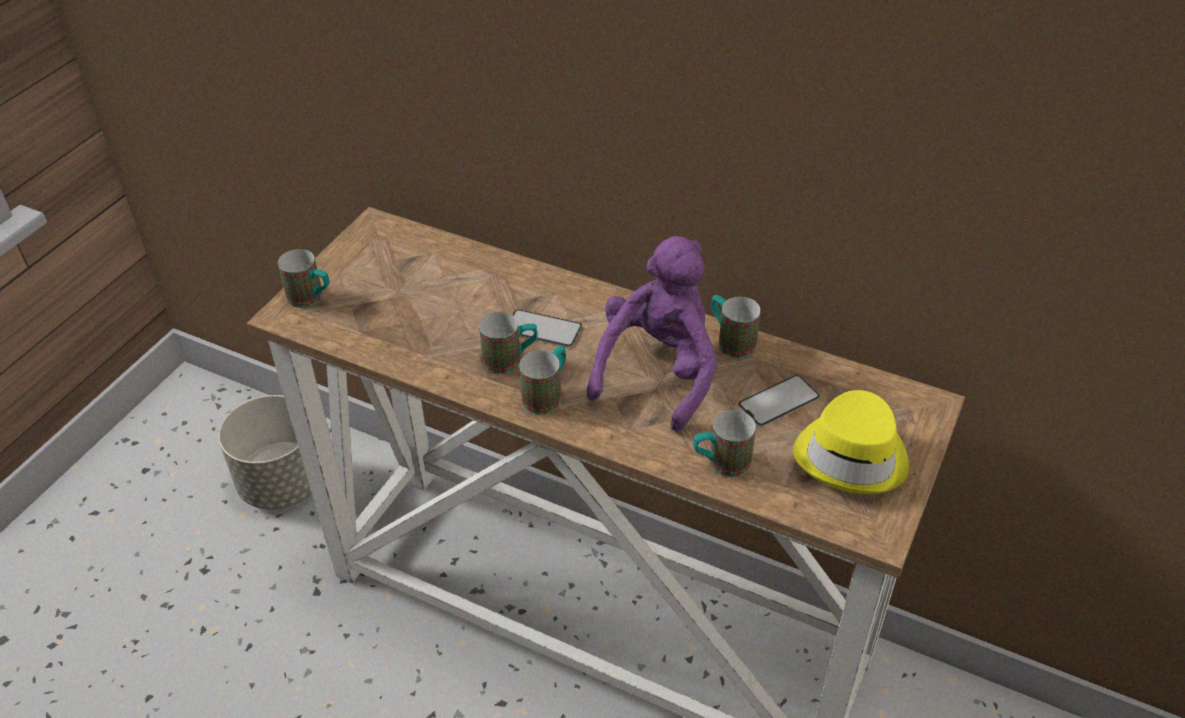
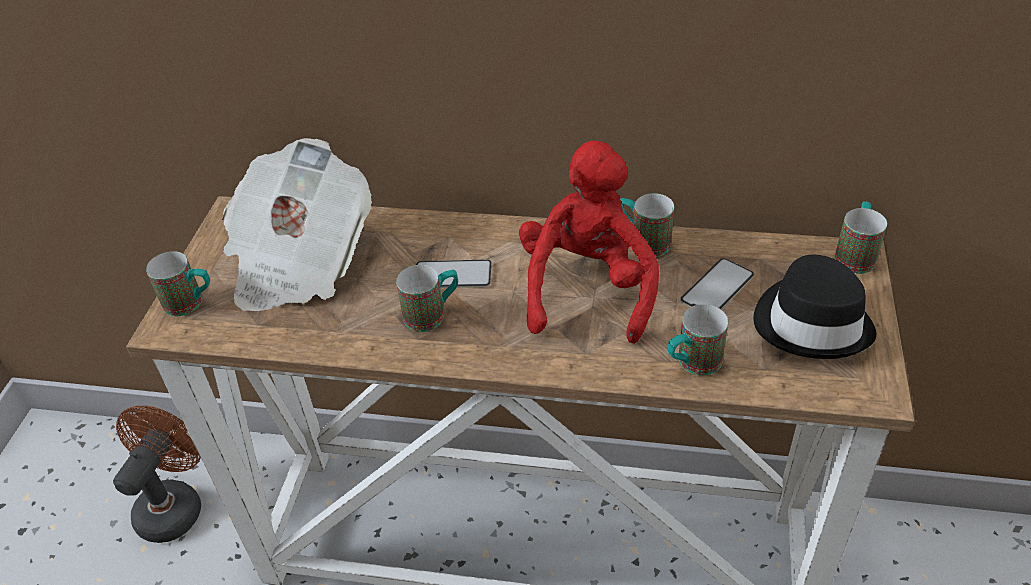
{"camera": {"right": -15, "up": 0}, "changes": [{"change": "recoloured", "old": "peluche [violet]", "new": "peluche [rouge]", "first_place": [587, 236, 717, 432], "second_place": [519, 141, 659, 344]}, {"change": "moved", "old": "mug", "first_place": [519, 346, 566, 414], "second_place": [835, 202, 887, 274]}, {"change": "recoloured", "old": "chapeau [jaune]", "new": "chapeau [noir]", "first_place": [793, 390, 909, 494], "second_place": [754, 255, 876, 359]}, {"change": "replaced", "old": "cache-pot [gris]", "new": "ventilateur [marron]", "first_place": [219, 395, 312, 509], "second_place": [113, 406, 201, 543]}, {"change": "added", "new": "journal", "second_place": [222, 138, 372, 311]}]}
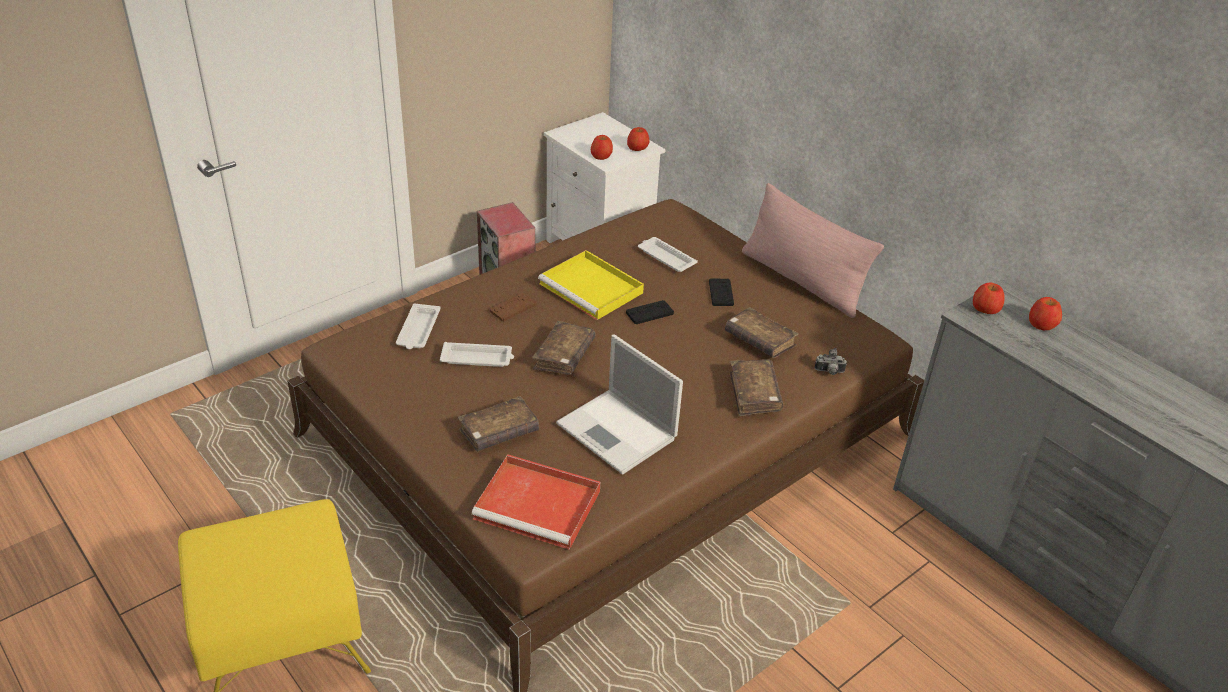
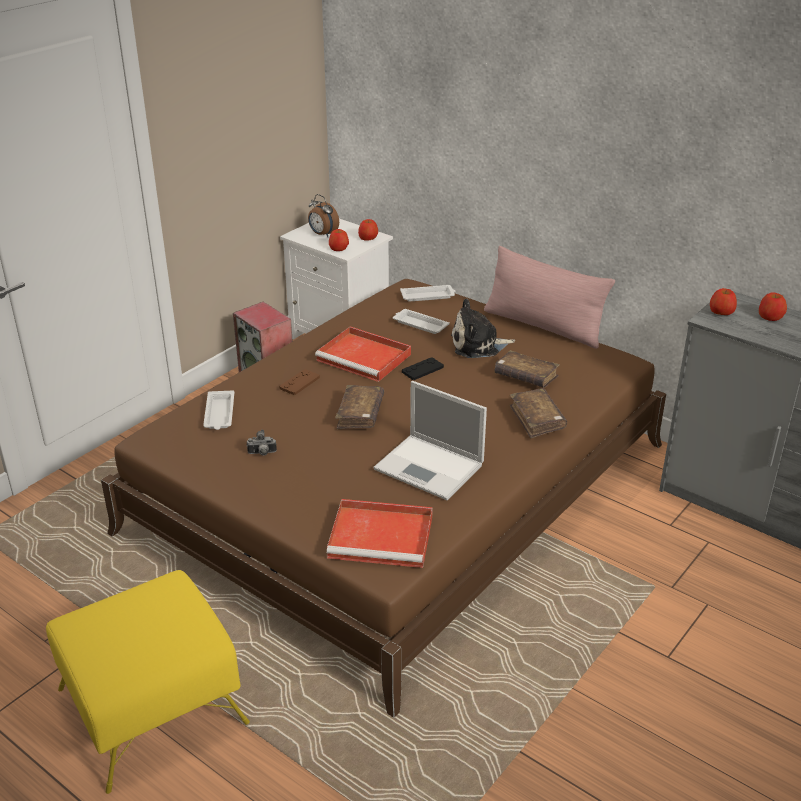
{"camera": {"right": -10, "up": -5}, "changes": [{"change": "recoloured", "old": "plateau [jaune]", "new": "plateau [rouge]", "first_place": [538, 250, 644, 320], "second_place": [315, 326, 411, 382]}, {"change": "replaced", "old": "manette [noir]", "new": "peluche", "first_place": [709, 278, 734, 306], "second_place": [451, 299, 516, 358]}, {"change": "moved", "old": "plateau [blanc]", "first_place": [440, 342, 514, 367], "second_place": [400, 285, 455, 302]}, {"change": "moved", "old": "appareil photo", "first_place": [815, 348, 847, 375], "second_place": [247, 430, 277, 456]}, {"change": "removed", "old": "livre [marron]", "first_place": [458, 396, 539, 451]}, {"change": "added", "new": "réveil", "second_place": [308, 194, 339, 237]}]}
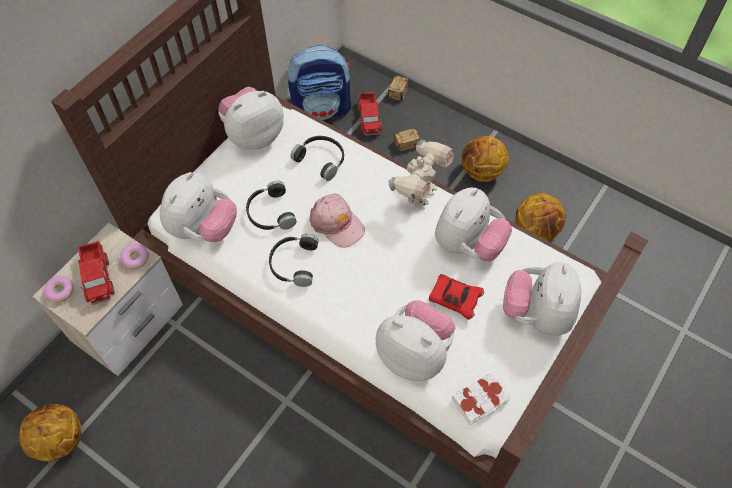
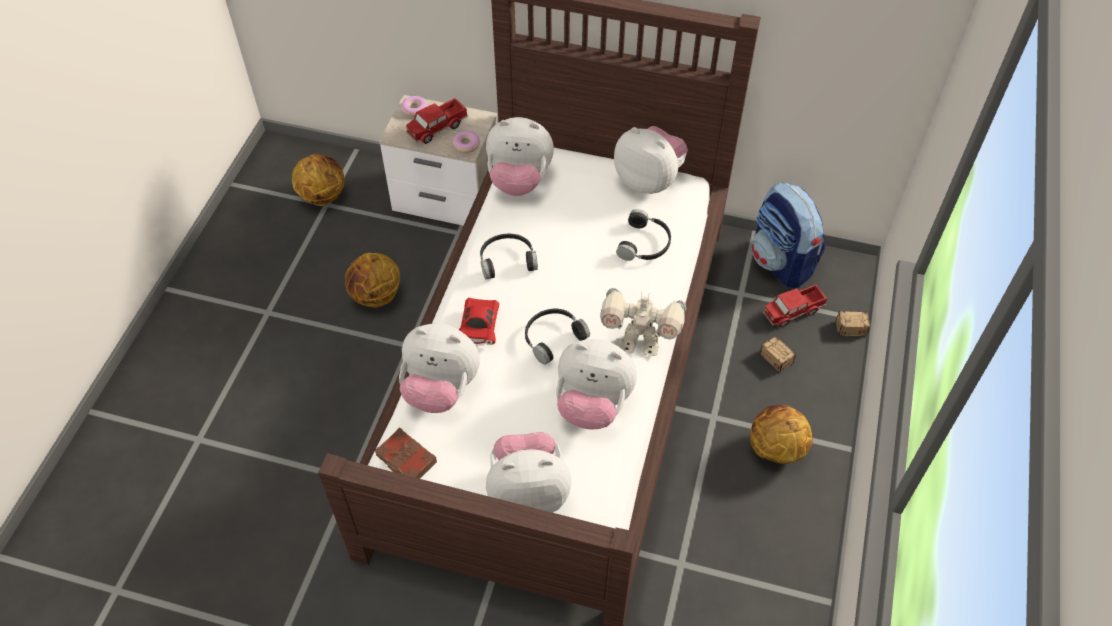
{"camera": {"right": 70, "up": -5}, "changes": [{"change": "moved", "old": "casque audio [noir]", "first_place": [246, 181, 297, 230], "second_place": [525, 309, 590, 365]}, {"change": "moved", "old": "ballon de basket", "first_place": [516, 193, 566, 241], "second_place": [345, 253, 400, 308]}, {"change": "removed", "old": "casquette [rose]", "first_place": [309, 194, 365, 248]}, {"change": "moved", "old": "petite voiture [rouge]", "first_place": [429, 274, 484, 320], "second_place": [459, 298, 499, 345]}, {"change": "turned", "old": "peluche", "first_place": [376, 300, 455, 381], "second_place": [399, 323, 480, 413], "degrees": 90}, {"change": "recoloured", "old": "livre [blanc]", "new": "livre [marron]", "first_place": [452, 372, 510, 425], "second_place": [375, 427, 437, 479]}]}
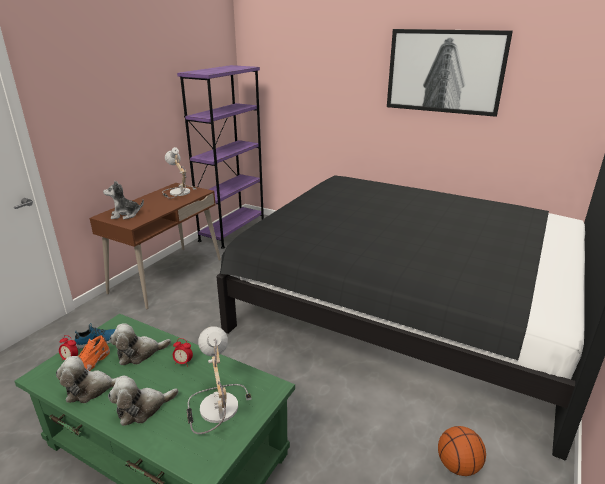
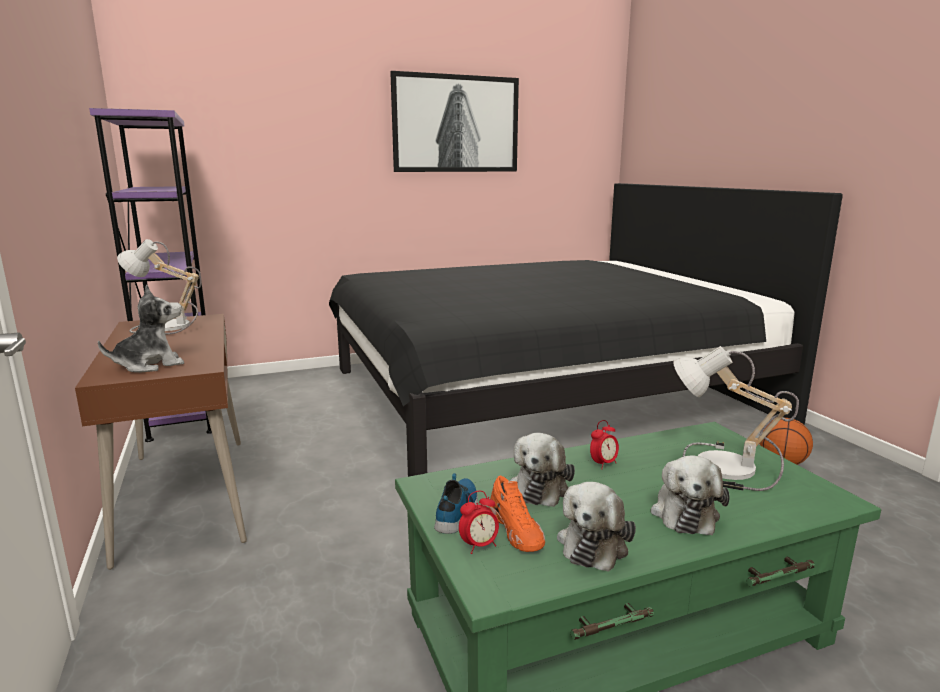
{"camera": {"right": -50, "up": -10}, "changes": [{"change": "turned", "old": "peluche", "first_place": [103, 181, 144, 219], "second_place": [98, 285, 184, 373], "degrees": -150}]}
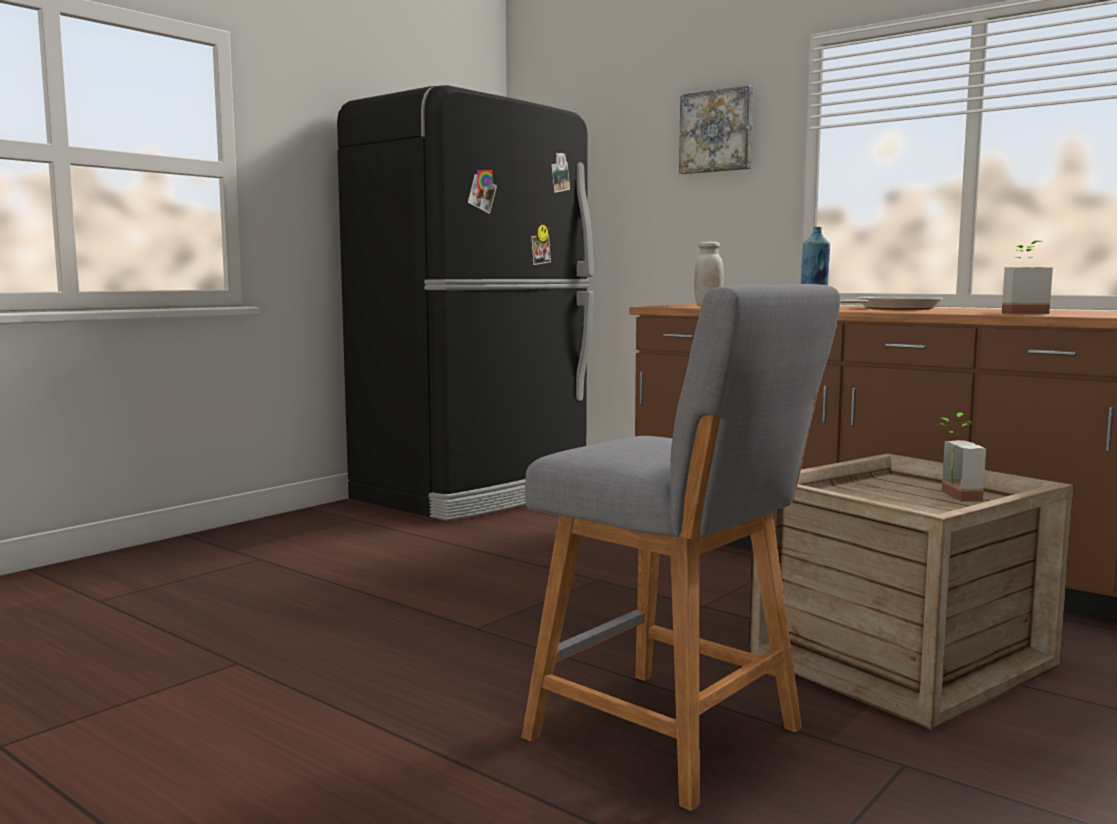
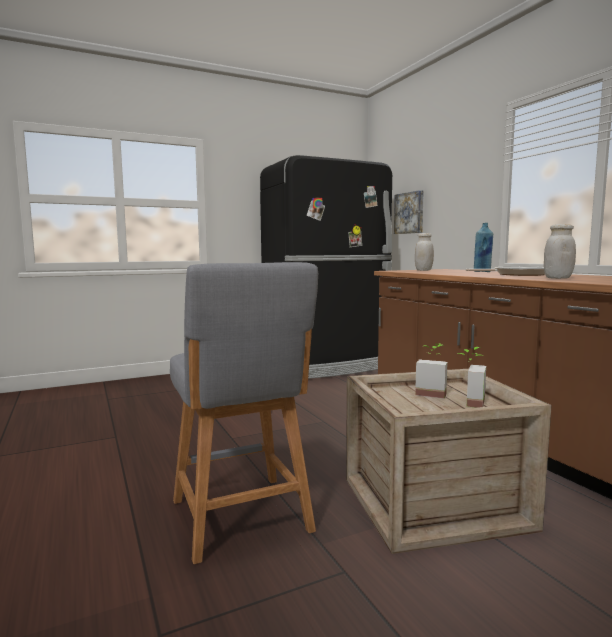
{"camera": {"right": 25, "up": 0}, "changes": [{"change": "moved", "old": "tableau", "first_place": [679, 85, 753, 174], "second_place": [394, 190, 424, 234]}, {"change": "moved", "old": "plante en pot", "first_place": [1002, 241, 1053, 314], "second_place": [415, 343, 448, 398]}, {"change": "added", "new": "bocal [blanc]", "second_place": [544, 224, 576, 279]}]}
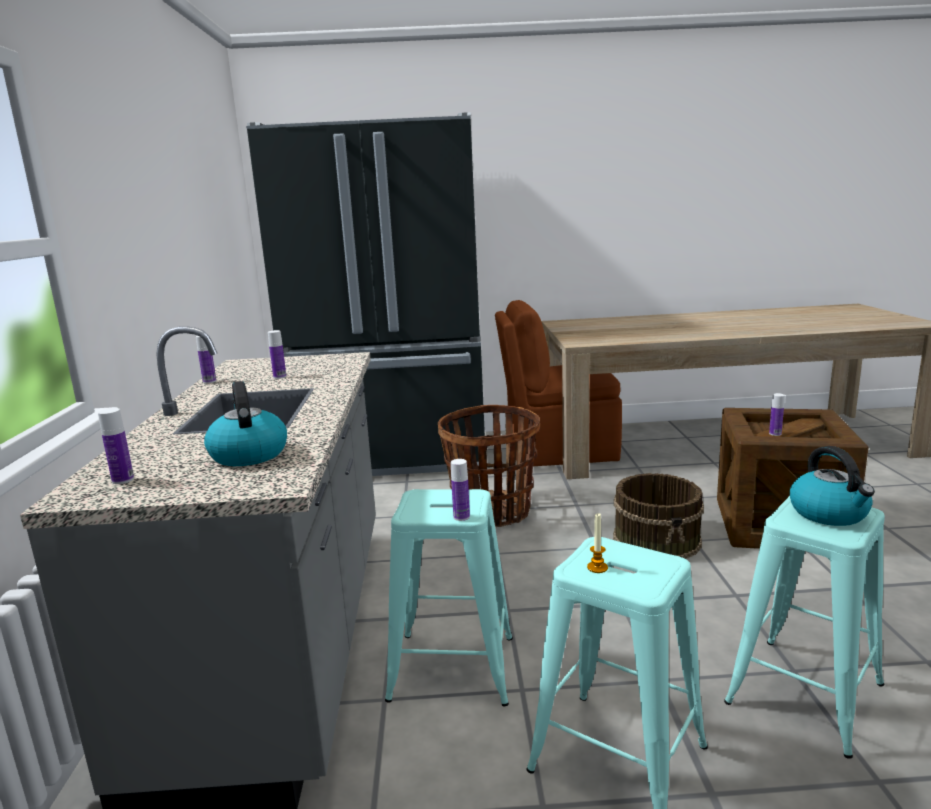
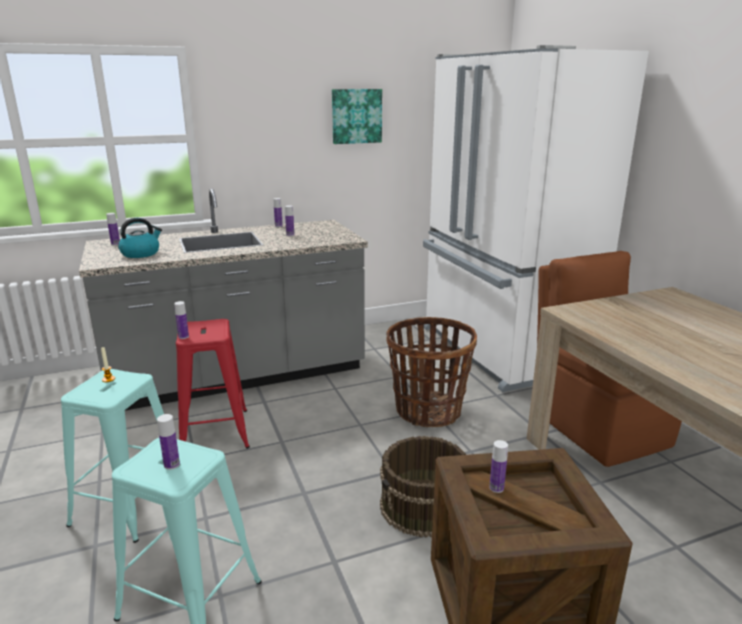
{"camera": {"right": 70, "up": 5}, "changes": [{"change": "recoloured", "old": "réfrigérateur [noir]", "new": "réfrigérateur [blanc]", "first_place": [246, 112, 485, 476], "second_place": [423, 45, 649, 392]}, {"change": "replaced", "old": "bouilloire", "new": "bouteille", "first_place": [790, 446, 875, 526], "second_place": [157, 414, 180, 470]}, {"change": "recoloured", "old": "tabouret [turquoise]", "new": "tabouret [rouge]", "first_place": [385, 489, 513, 706], "second_place": [176, 319, 250, 449]}, {"change": "added", "new": "tableau", "second_place": [332, 89, 382, 144]}]}
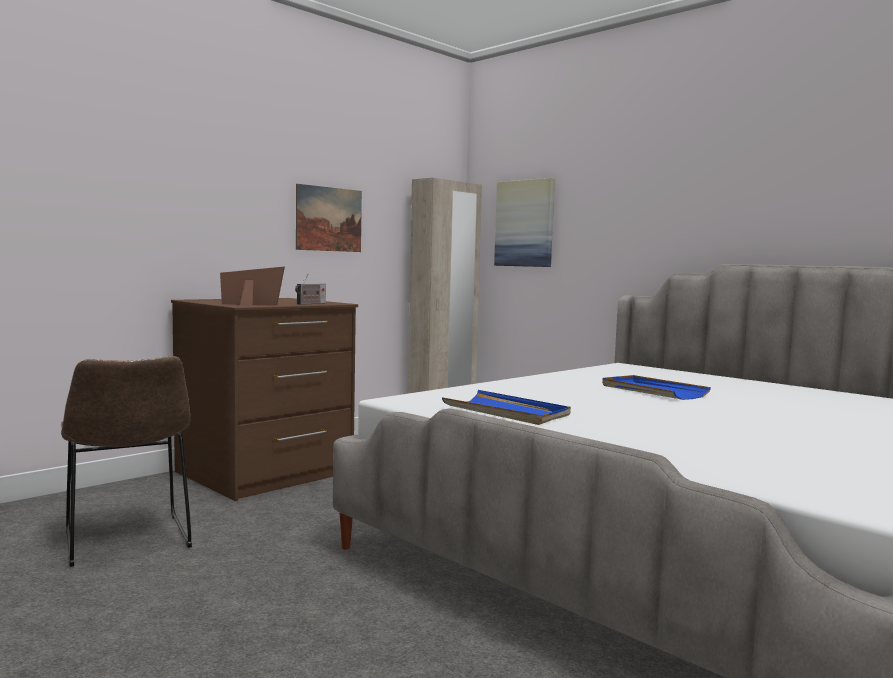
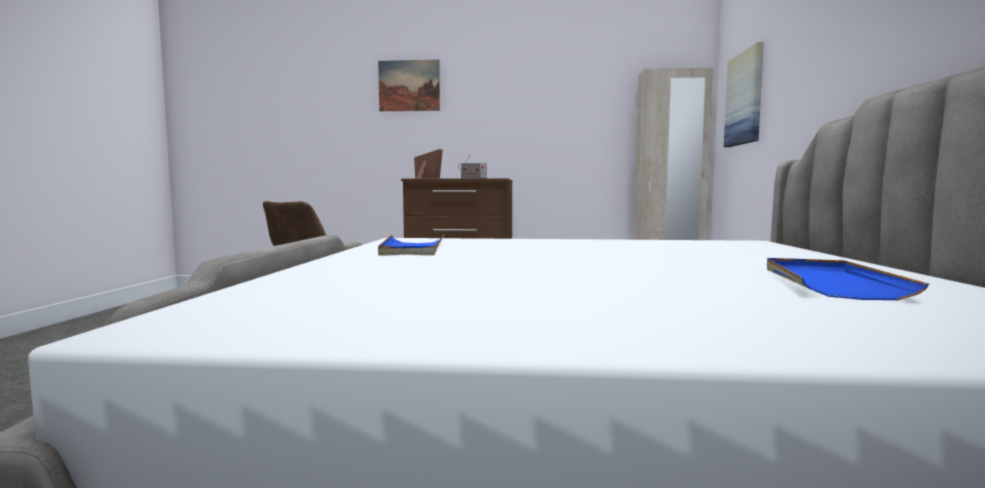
{"camera": {"right": 50, "up": 0}, "changes": [{"change": "moved", "old": "tableau", "first_place": [296, 184, 362, 252], "second_place": [378, 60, 440, 111]}, {"change": "moved", "old": "plateau [bleu]", "first_place": [602, 375, 711, 400], "second_place": [767, 258, 929, 300]}]}
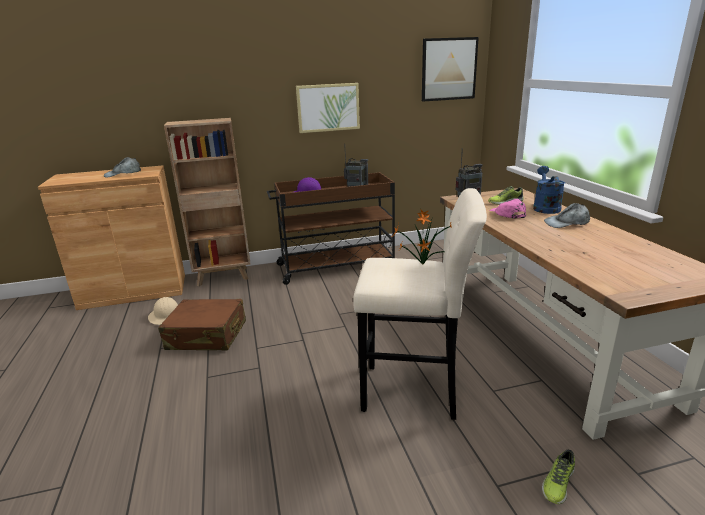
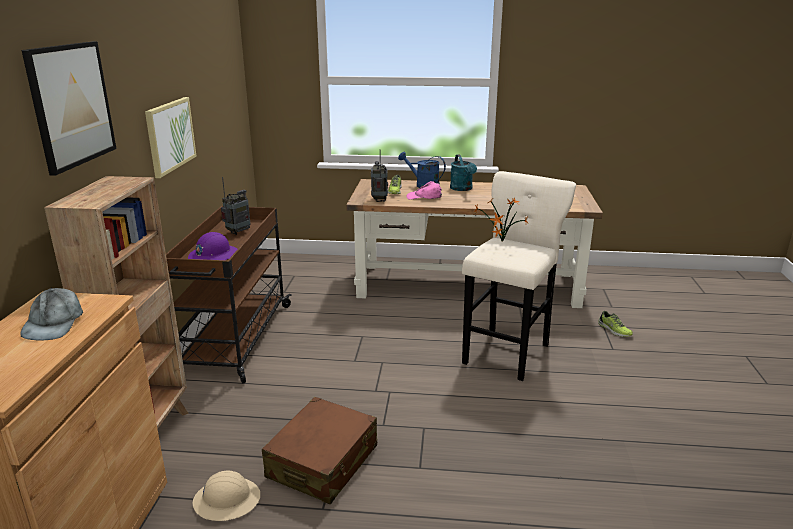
{"camera": {"right": -70, "up": 0}, "changes": [{"change": "moved", "old": "tableau", "first_place": [422, 37, 479, 101], "second_place": [22, 41, 116, 176]}, {"change": "replaced", "old": "casquette [gris]", "new": "arrosoir [turquoise]", "first_place": [544, 203, 590, 228], "second_place": [450, 154, 477, 191]}]}
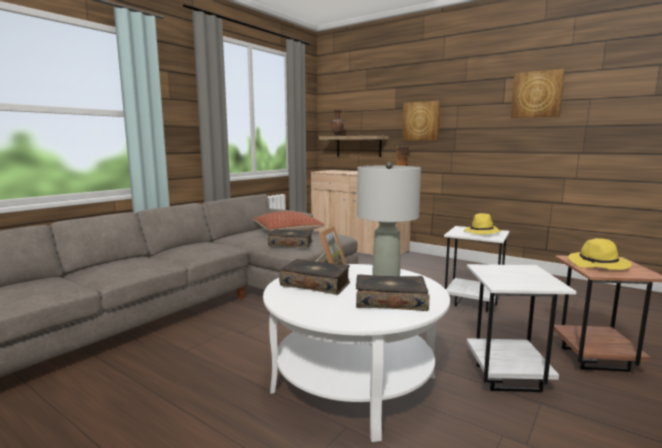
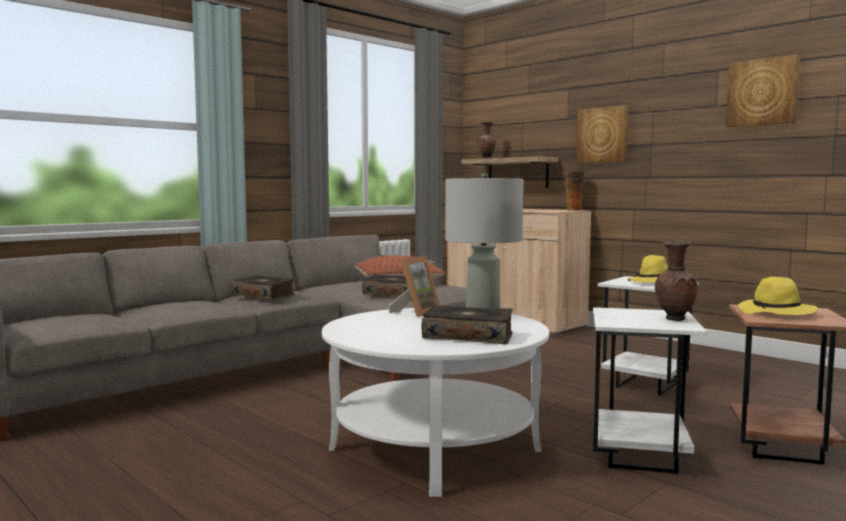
{"camera": {"right": 10, "up": -5}, "changes": [{"change": "moved", "old": "livre", "first_place": [279, 259, 350, 295], "second_place": [231, 275, 295, 300]}, {"change": "added", "new": "vase [marron]", "second_place": [655, 241, 698, 321]}]}
